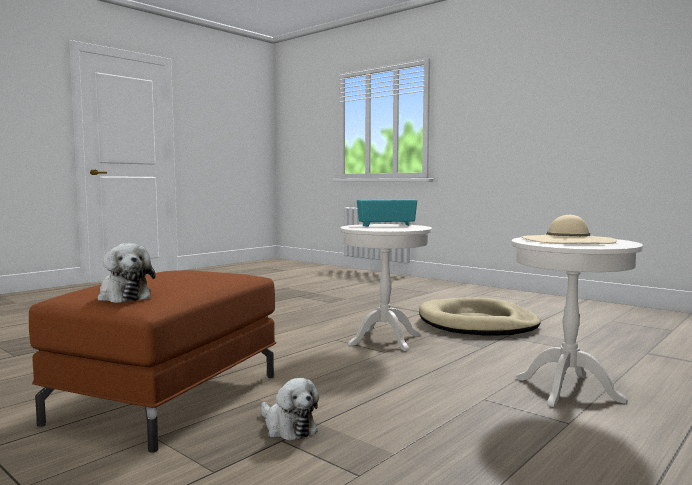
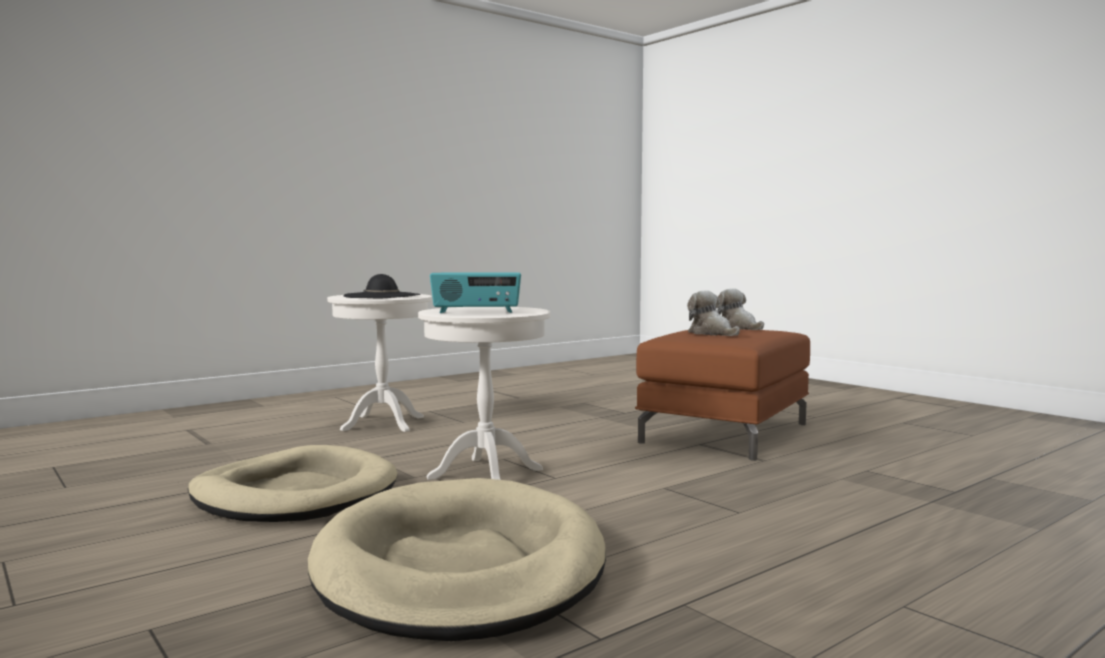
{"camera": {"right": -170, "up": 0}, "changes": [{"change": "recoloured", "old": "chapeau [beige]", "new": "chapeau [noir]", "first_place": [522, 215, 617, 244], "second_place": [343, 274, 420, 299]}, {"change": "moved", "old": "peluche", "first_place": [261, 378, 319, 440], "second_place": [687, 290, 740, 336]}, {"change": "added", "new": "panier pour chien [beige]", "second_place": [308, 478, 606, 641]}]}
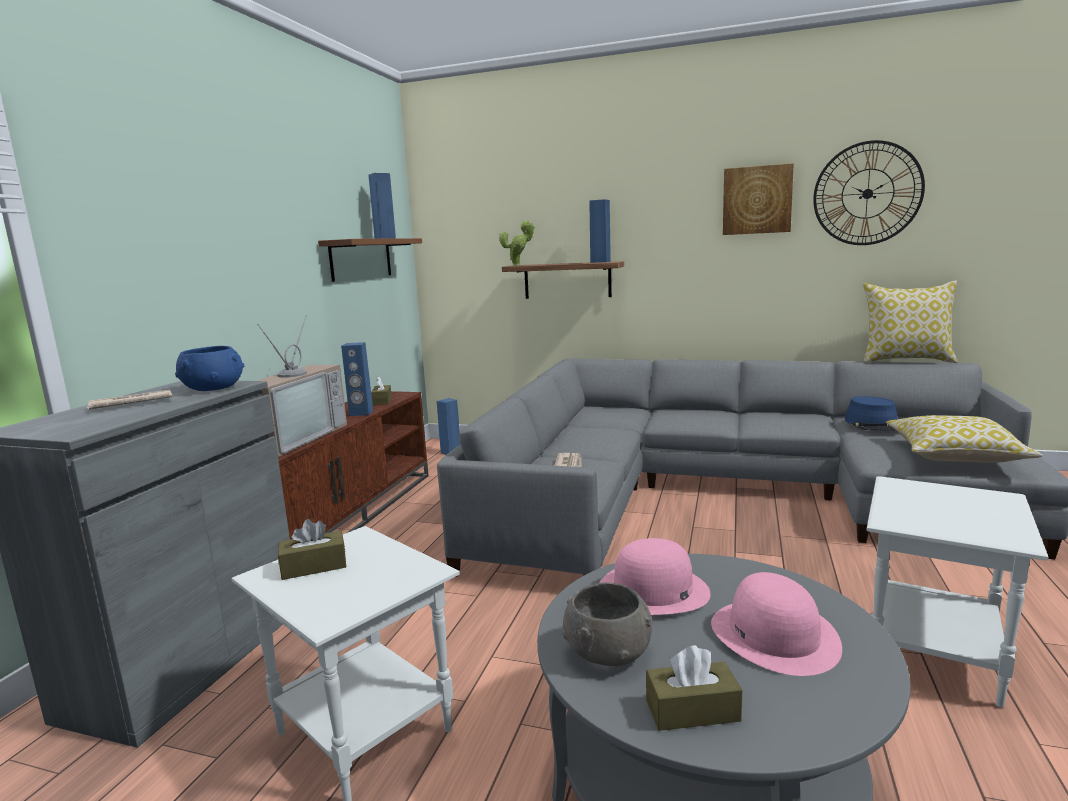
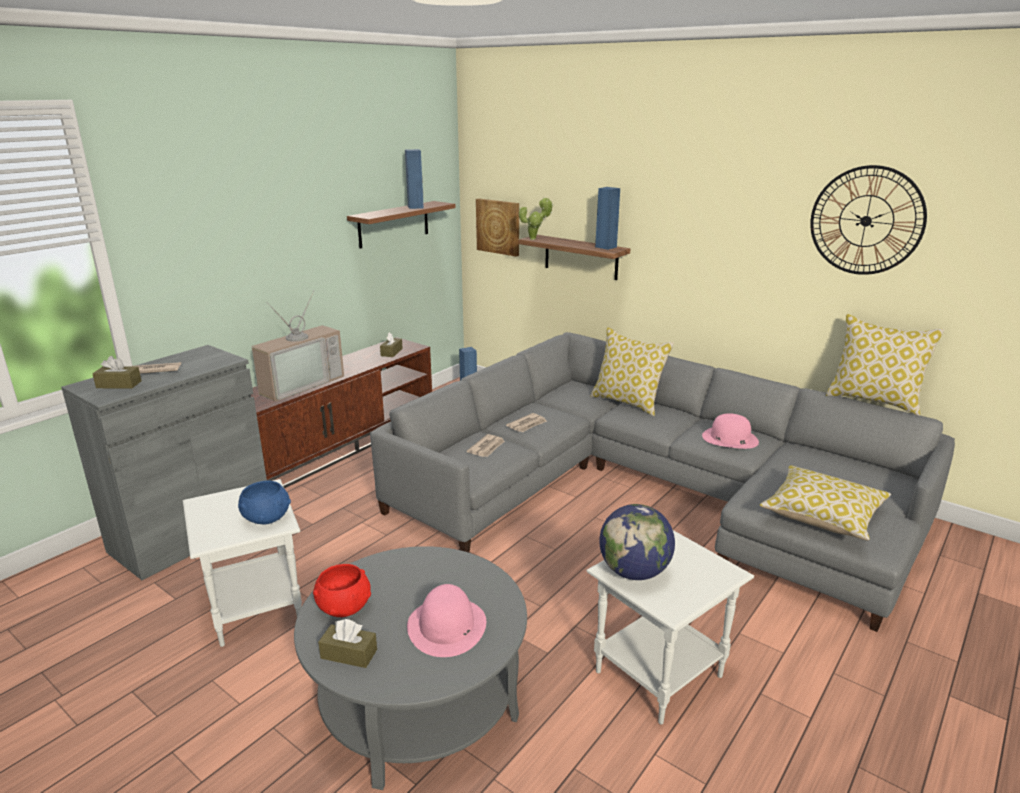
{"camera": {"right": 20, "up": 10}, "changes": [{"change": "moved", "old": "tableau", "first_place": [723, 163, 794, 235], "second_place": [476, 198, 519, 257]}, {"change": "removed", "old": "enceinte [bleu]", "first_place": [341, 342, 373, 416]}, {"change": "moved", "old": "bol [bleu]", "first_place": [175, 346, 244, 391], "second_place": [238, 480, 291, 524]}, {"change": "removed", "old": "chapeau [bleu]", "first_place": [845, 396, 898, 431]}, {"change": "moved", "old": "boîte à mouchoirs [marron]", "first_place": [278, 519, 346, 580], "second_place": [92, 356, 141, 389]}, {"change": "moved", "old": "chapeau [rose]", "first_place": [599, 538, 711, 615], "second_place": [702, 413, 759, 449]}, {"change": "recoloured", "old": "bol [gris]", "new": "bol [rouge]", "first_place": [562, 582, 652, 666], "second_place": [313, 564, 371, 617]}, {"change": "added", "new": "coussin", "second_place": [590, 327, 674, 416]}, {"change": "added", "new": "journal", "second_place": [506, 413, 547, 432]}, {"change": "added", "new": "globe", "second_place": [599, 504, 675, 580]}]}
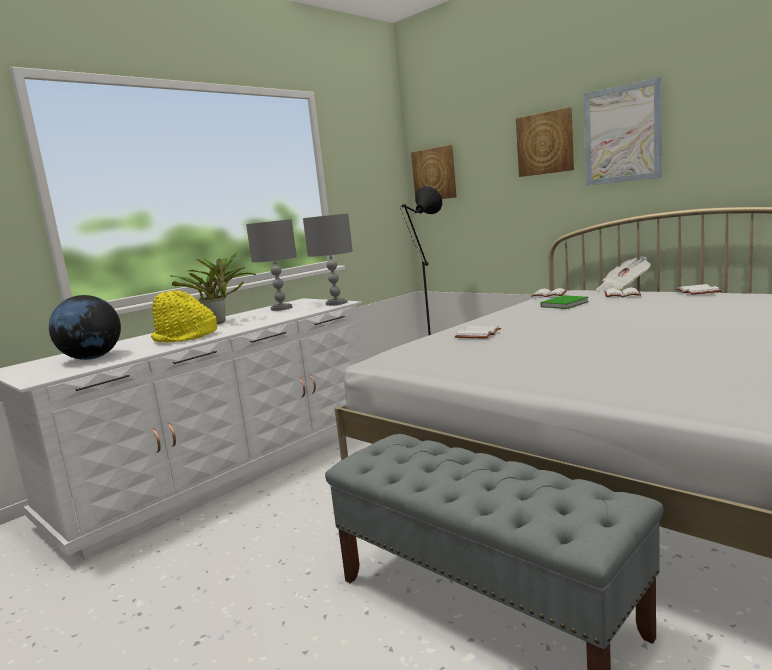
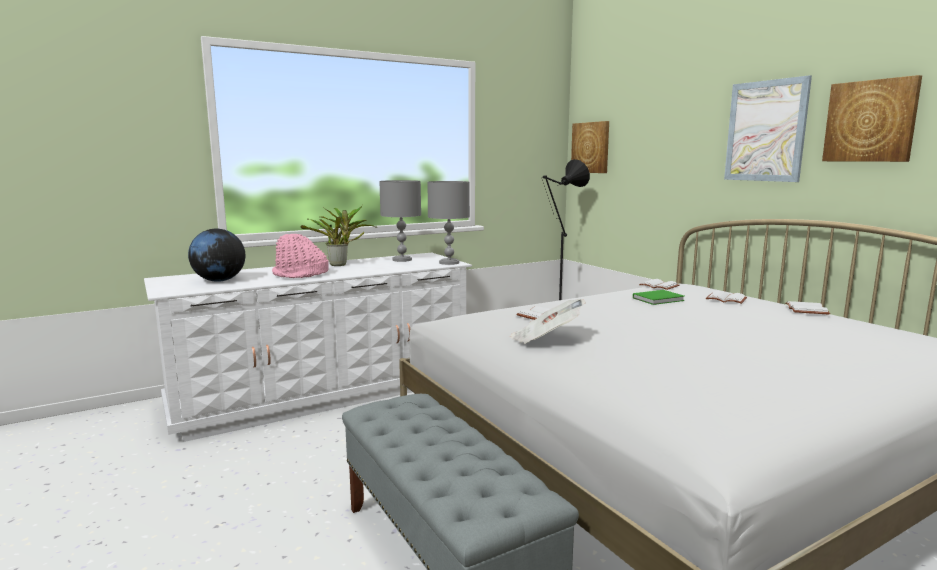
{"camera": {"right": 15, "up": 0}, "changes": [{"change": "moved", "old": "tableau", "first_place": [516, 107, 574, 177], "second_place": [822, 75, 922, 162]}, {"change": "moved", "old": "journal", "first_place": [596, 257, 651, 291], "second_place": [510, 299, 586, 344]}, {"change": "recoloured", "old": "chapeau [jaune]", "new": "chapeau [rose]", "first_place": [151, 291, 217, 343], "second_place": [272, 234, 329, 278]}]}
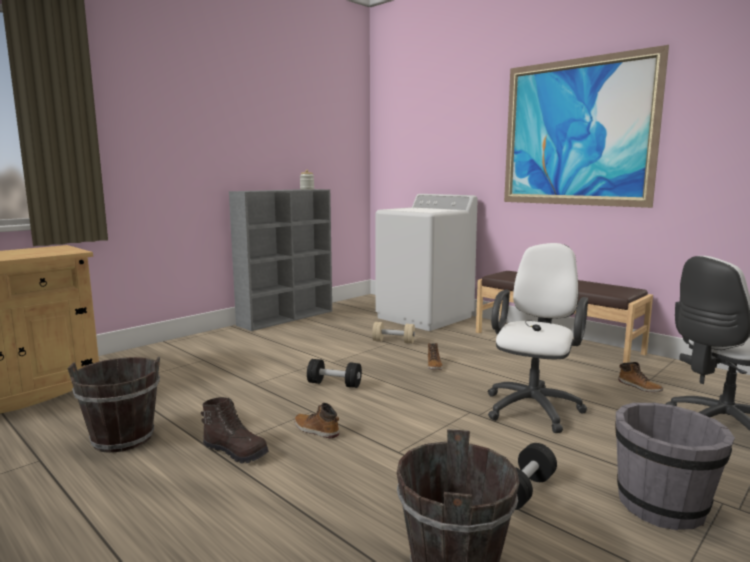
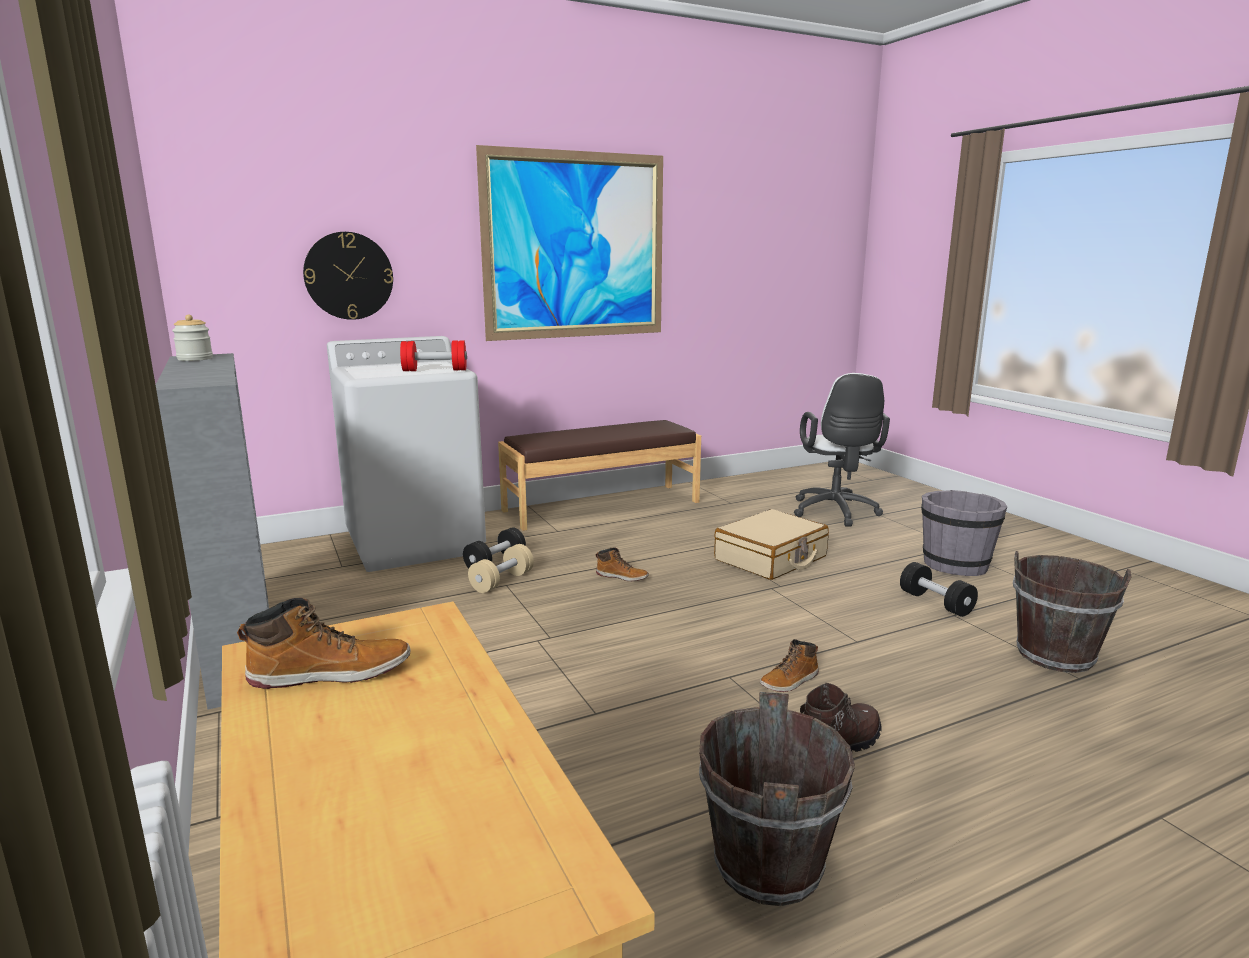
{"camera": {"right": -70, "up": 5}, "changes": [{"change": "replaced", "old": "chaise de bureau [blanc]", "new": "valise [beige]", "first_place": [488, 243, 588, 433], "second_place": [714, 509, 829, 580]}, {"change": "moved", "old": "haltère [noir]", "first_place": [307, 359, 362, 388], "second_place": [463, 527, 526, 568]}, {"change": "moved", "old": "botte", "first_place": [618, 362, 663, 392], "second_place": [237, 598, 411, 689]}, {"change": "added", "new": "horloge murale", "second_place": [303, 232, 393, 320]}, {"change": "added", "new": "haltère [rouge]", "second_place": [400, 341, 467, 371]}]}
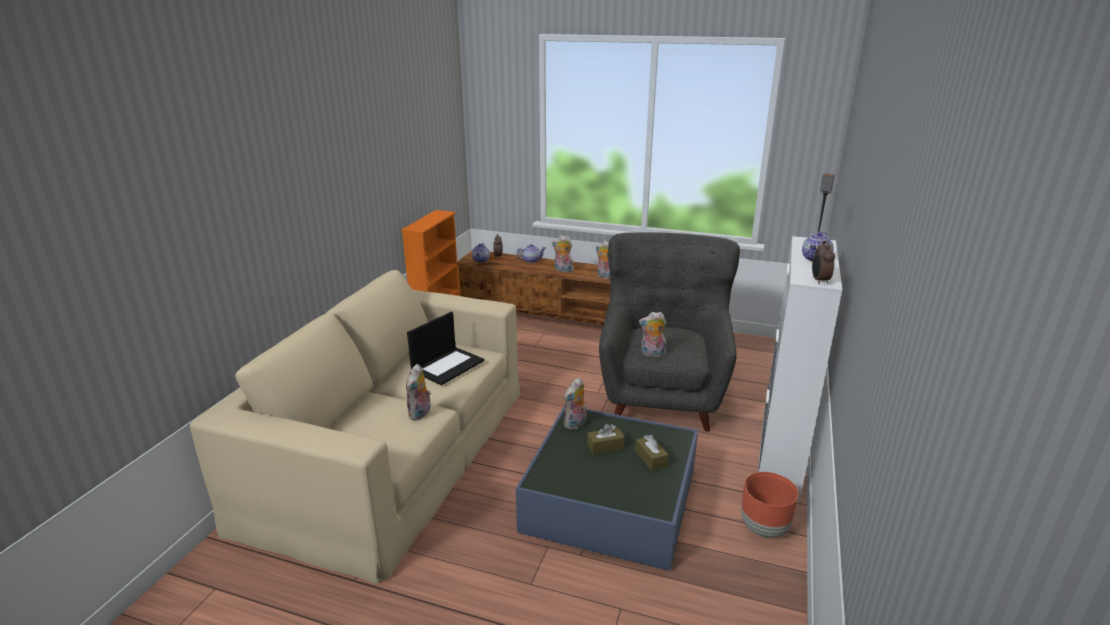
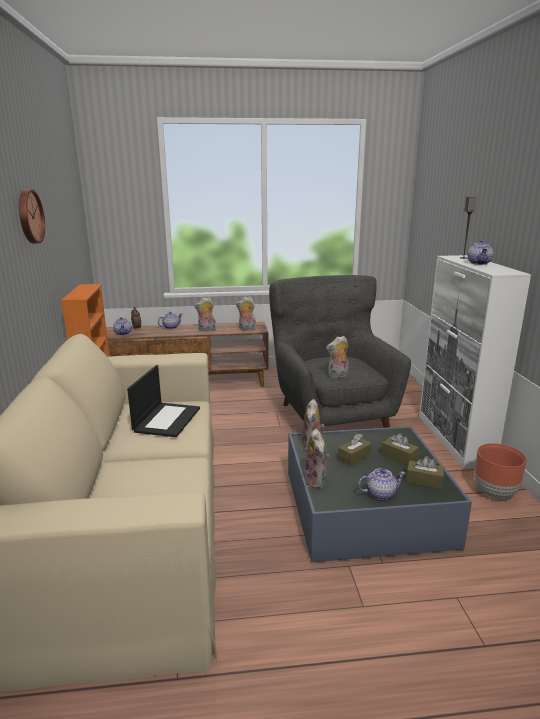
{"camera": {"right": -25, "up": -5}, "changes": [{"change": "removed", "old": "réveil", "first_place": [812, 241, 835, 284]}, {"change": "moved", "old": "peluche", "first_place": [406, 364, 431, 421], "second_place": [304, 429, 330, 488]}, {"change": "added", "new": "horloge murale", "second_place": [19, 189, 45, 243]}, {"change": "added", "new": "boîte à mouchoirs [marron]", "second_place": [406, 456, 445, 489]}, {"change": "added", "new": "théière", "second_place": [358, 468, 406, 500]}]}
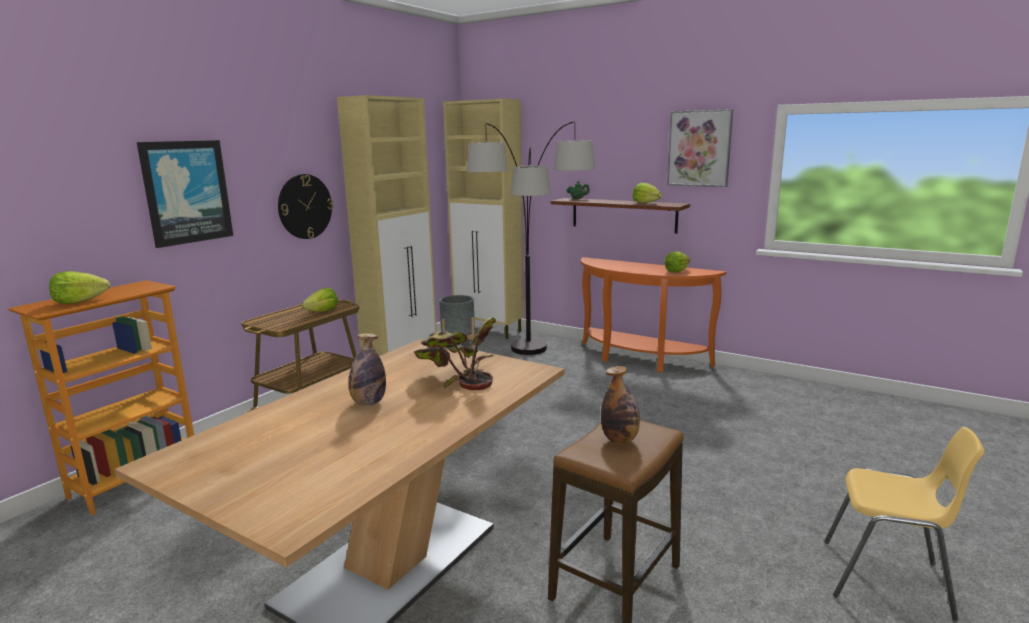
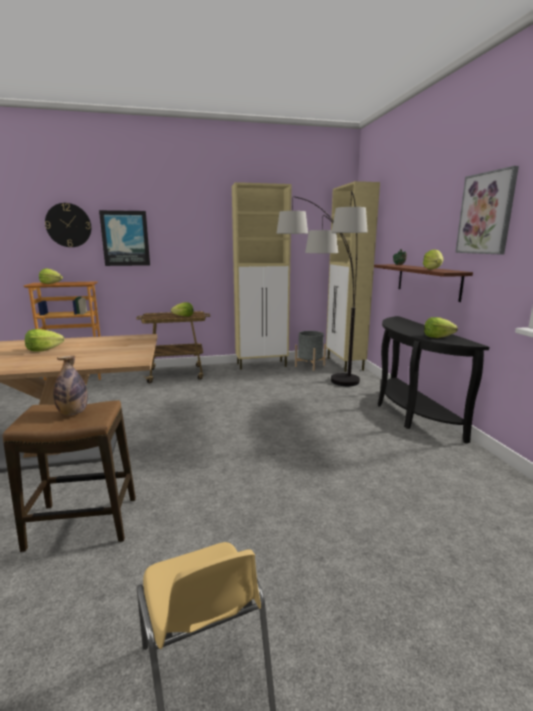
{"camera": {"right": 45, "up": 0}, "changes": [{"change": "moved", "old": "horloge murale", "first_place": [278, 174, 333, 239], "second_place": [45, 203, 91, 247]}, {"change": "recoloured", "old": "table console [orange]", "new": "table console [noir]", "first_place": [581, 257, 726, 372], "second_place": [378, 316, 489, 444]}, {"change": "removed", "old": "plante en pot", "first_place": [414, 317, 496, 390]}, {"change": "replaced", "old": "bouteille", "new": "laitue", "first_place": [349, 333, 386, 405], "second_place": [25, 329, 64, 352]}]}
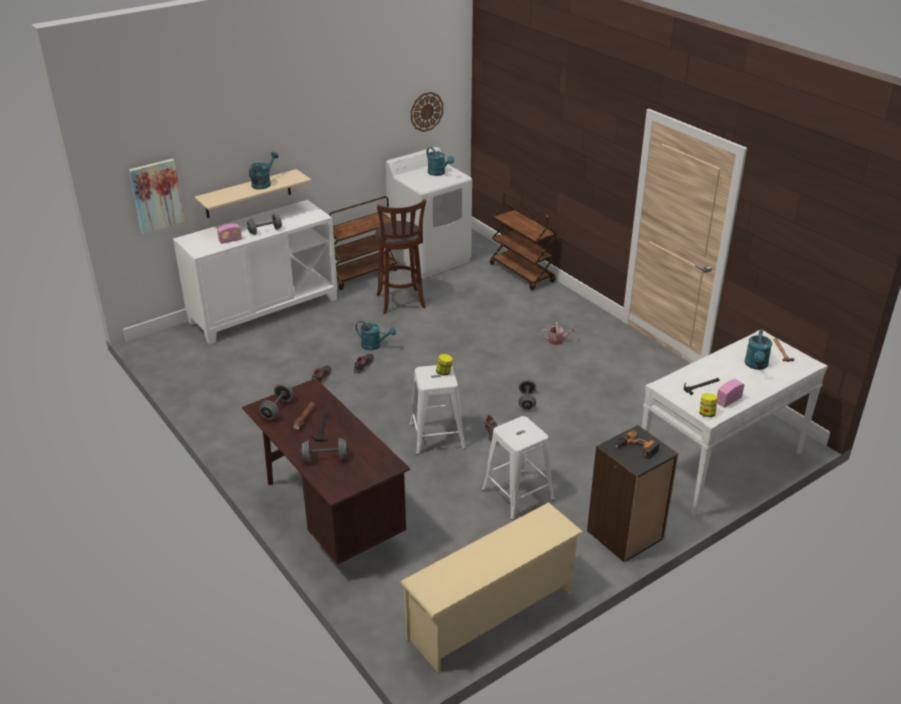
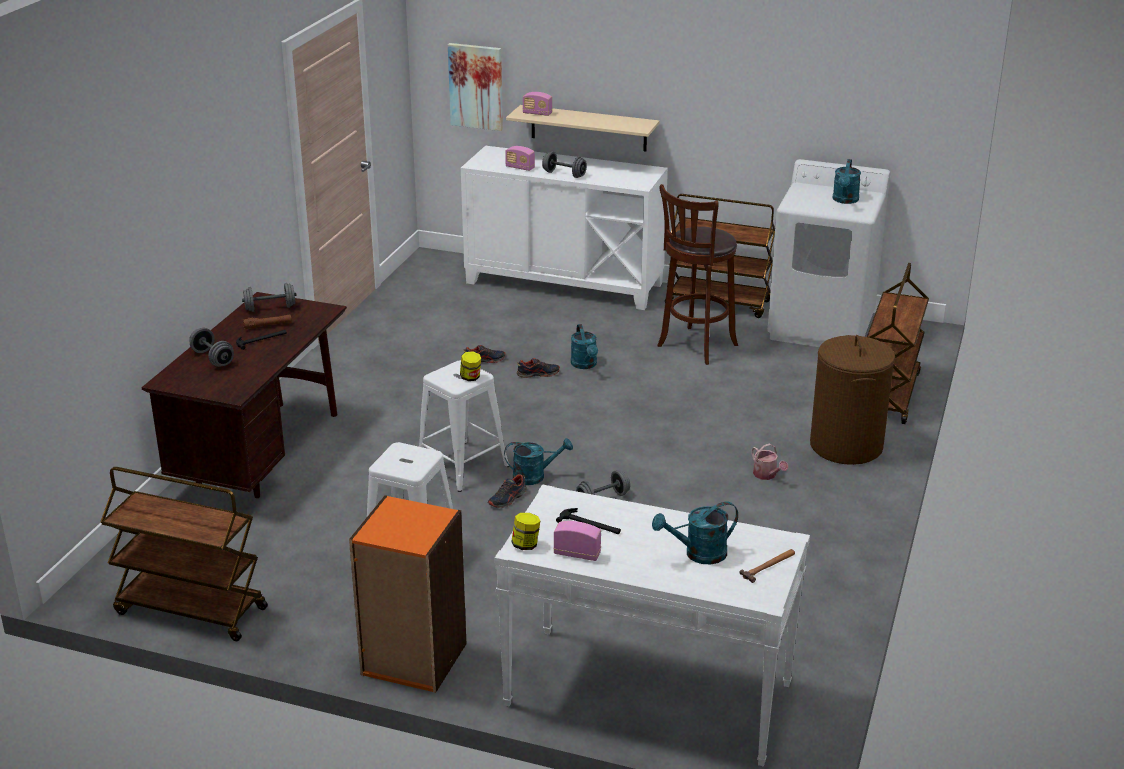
{"camera": {"right": 55, "up": -5}, "changes": [{"change": "removed", "old": "horloge murale", "first_place": [411, 92, 443, 132]}, {"change": "moved", "old": "arrosoir [turquoise]", "first_place": [249, 152, 279, 190], "second_place": [504, 438, 573, 485]}, {"change": "recoloured", "old": "bibliothèque [noir]", "new": "bibliothèque [orange]", "first_place": [587, 425, 679, 563], "second_place": [349, 495, 466, 693]}, {"change": "removed", "old": "perceuse", "first_place": [615, 430, 660, 459]}, {"change": "replaced", "old": "étagère à chaussures [beige]", "new": "chariot [marron]", "first_place": [400, 502, 584, 673], "second_place": [100, 467, 268, 641]}, {"change": "added", "new": "radio", "second_place": [523, 92, 552, 116]}, {"change": "added", "new": "panier à linge [marron]", "second_place": [810, 335, 895, 465]}]}
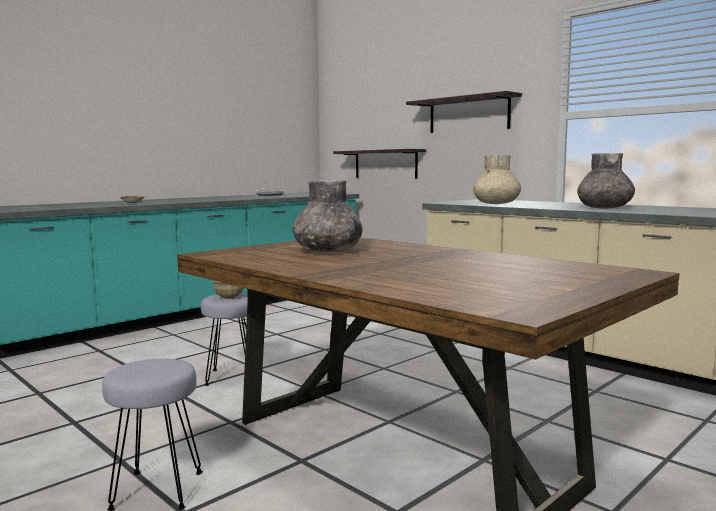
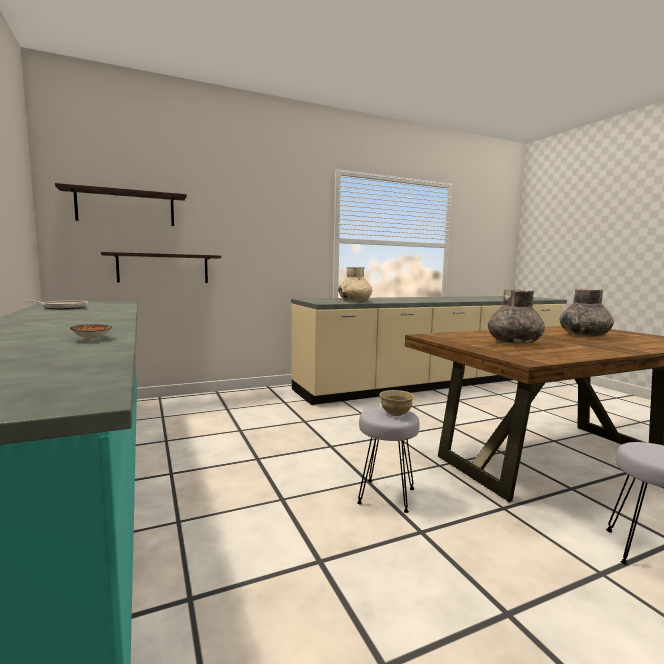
{"camera": {"right": -70, "up": 0}, "changes": [{"change": "moved", "old": "étagère", "first_place": [406, 91, 522, 133], "second_place": [55, 183, 187, 226]}, {"change": "moved", "old": "vase [gris]", "first_place": [577, 153, 635, 209], "second_place": [560, 288, 614, 337]}]}
